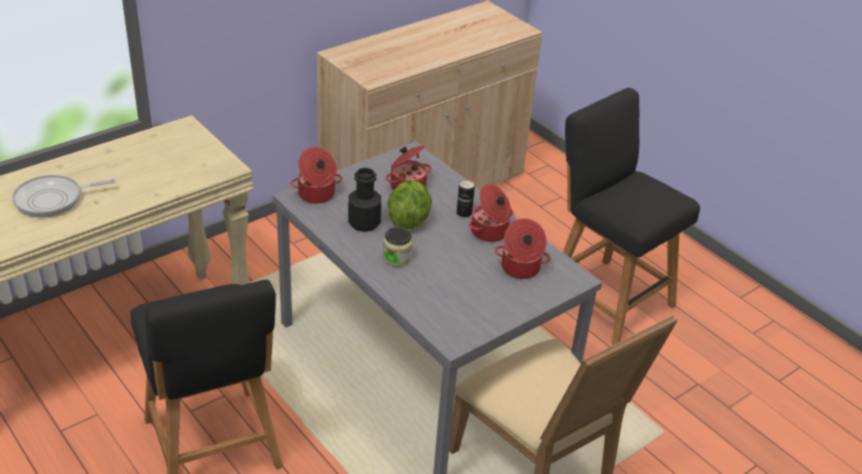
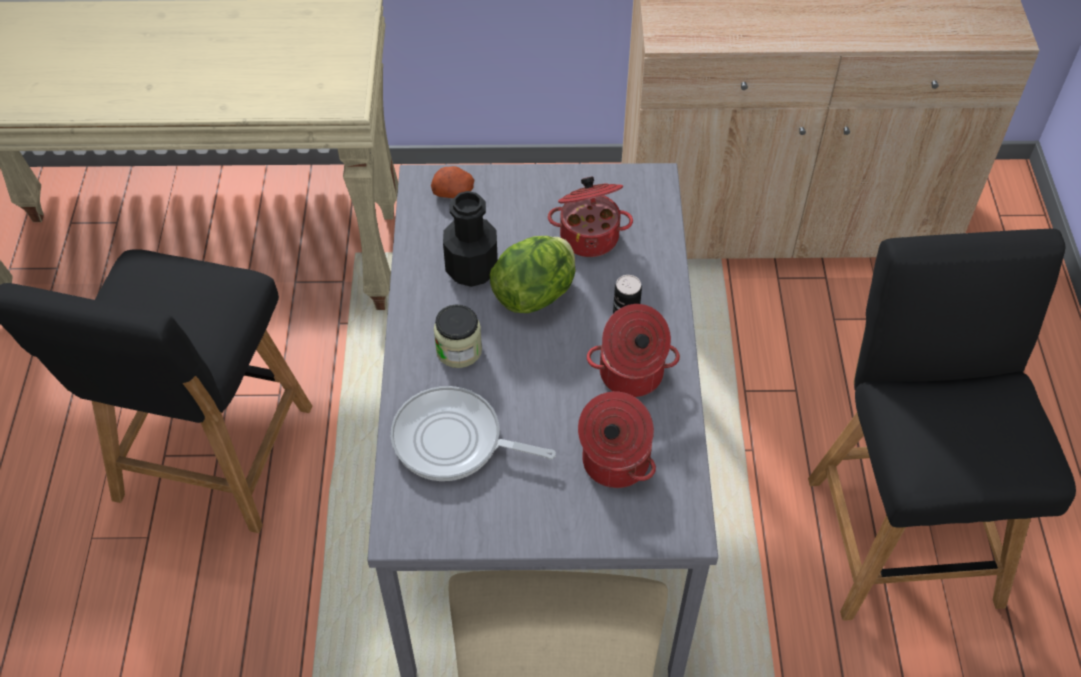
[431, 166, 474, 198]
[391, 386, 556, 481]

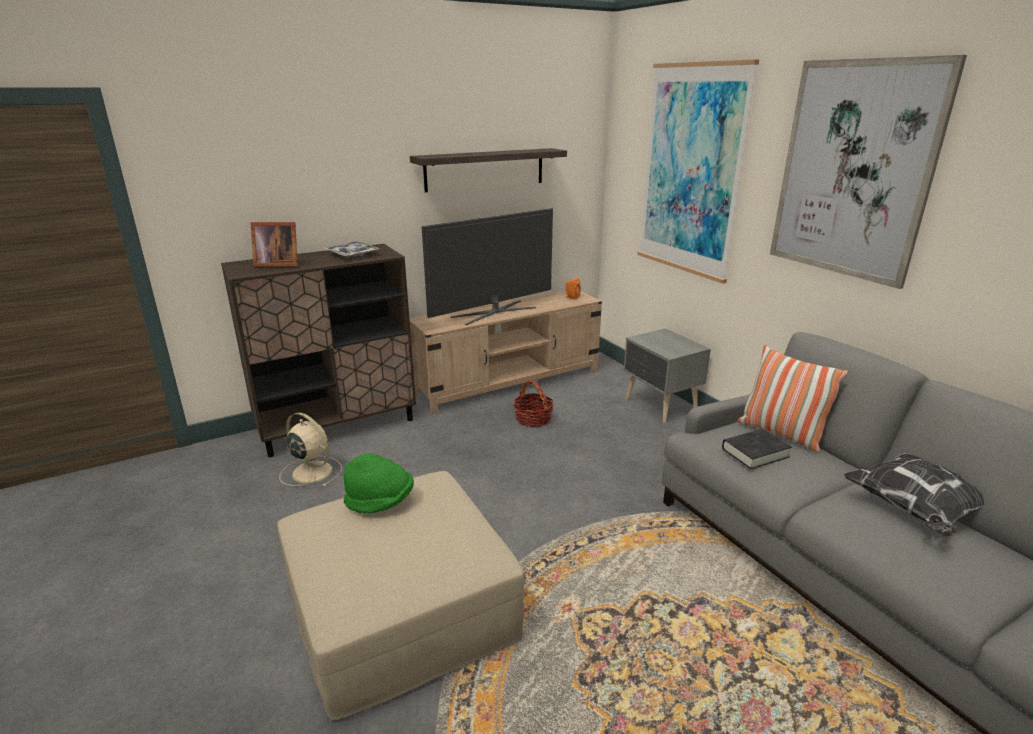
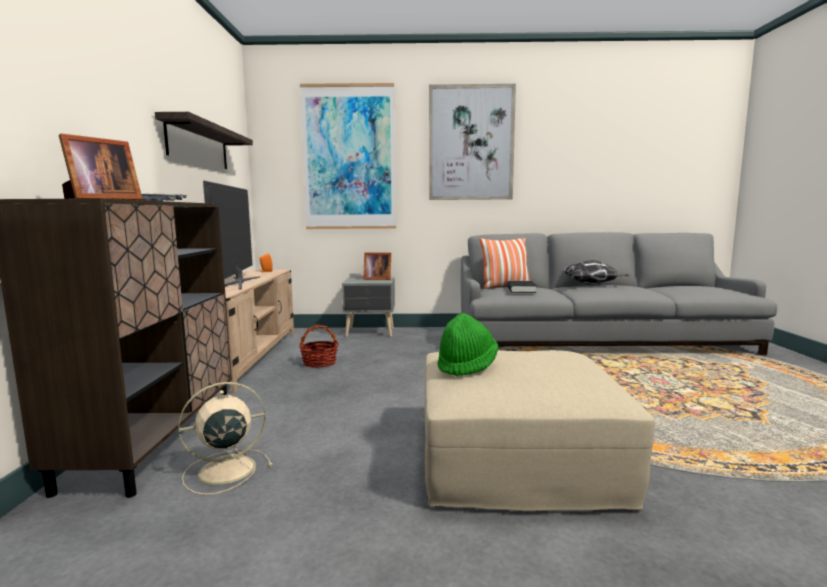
[363, 252, 391, 280]

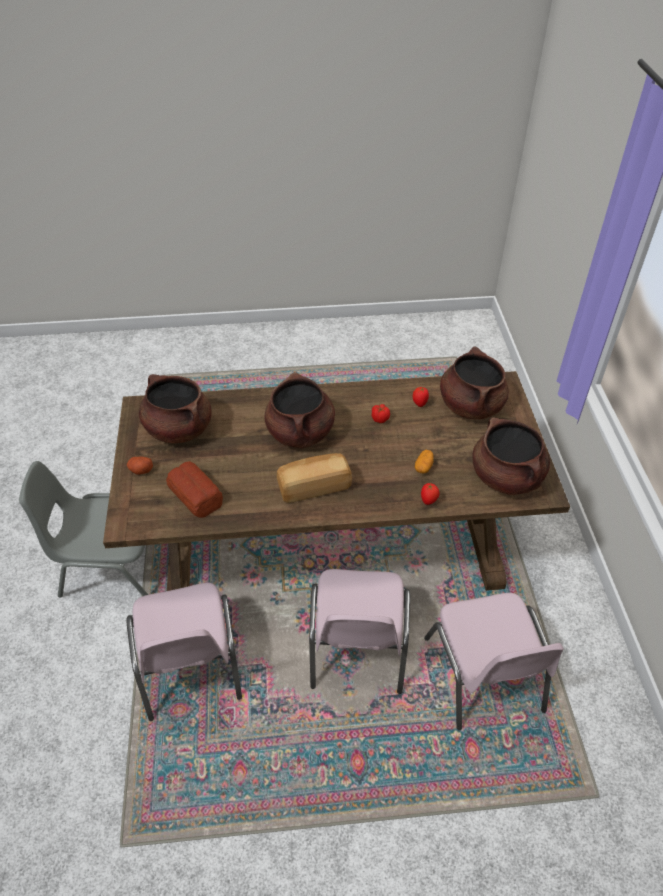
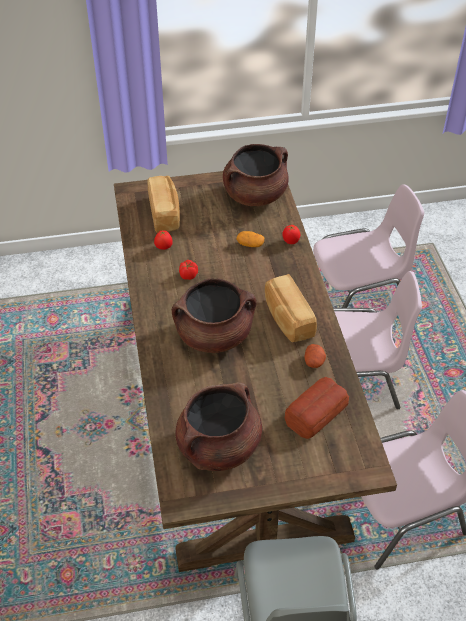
[147, 176, 180, 233]
[304, 344, 326, 368]

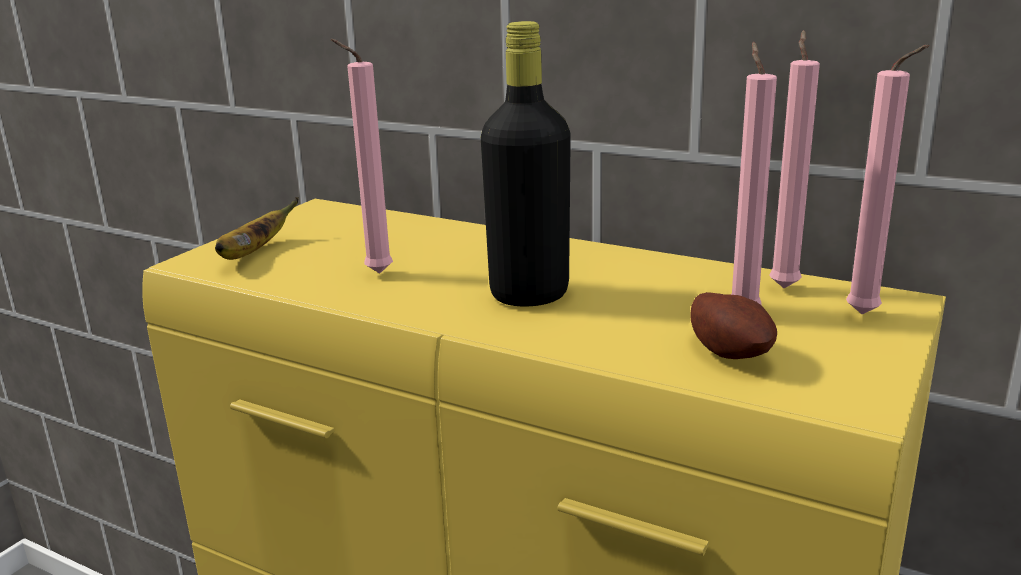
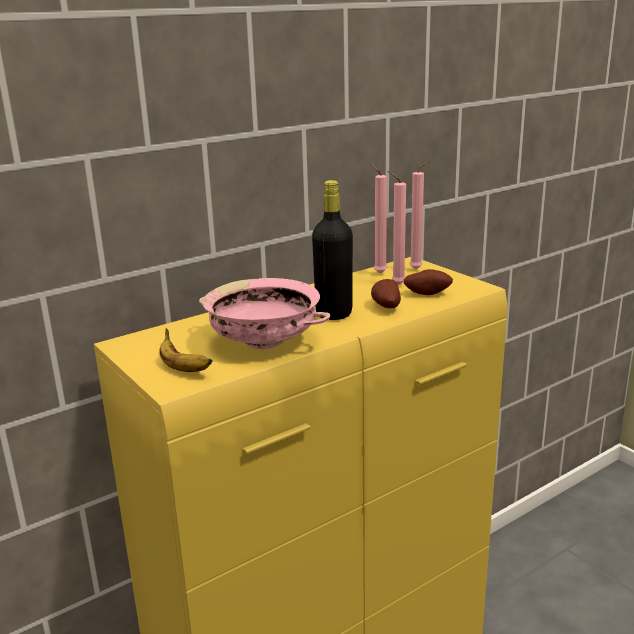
[199, 278, 330, 349]
[371, 279, 401, 308]

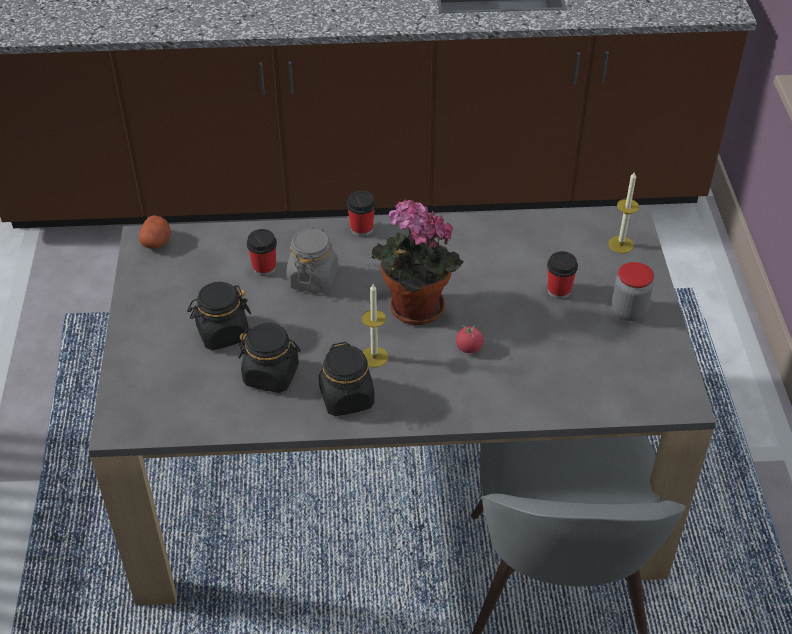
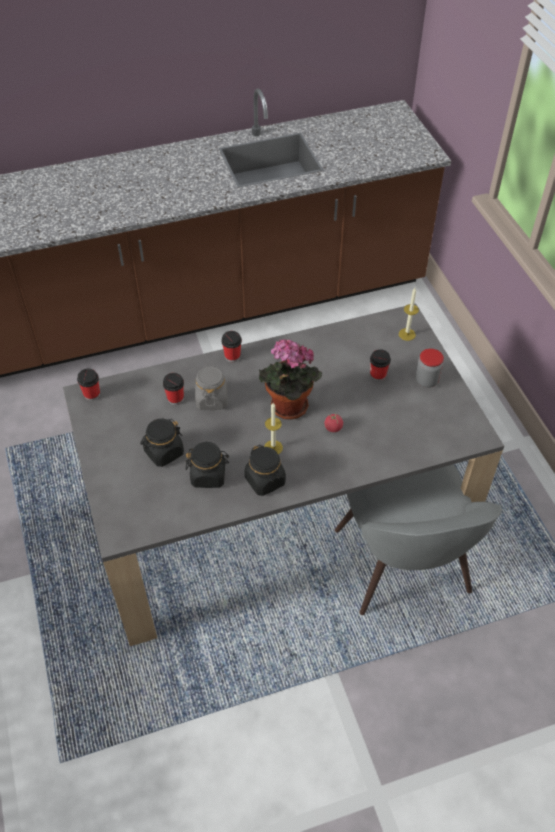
[77, 369, 100, 401]

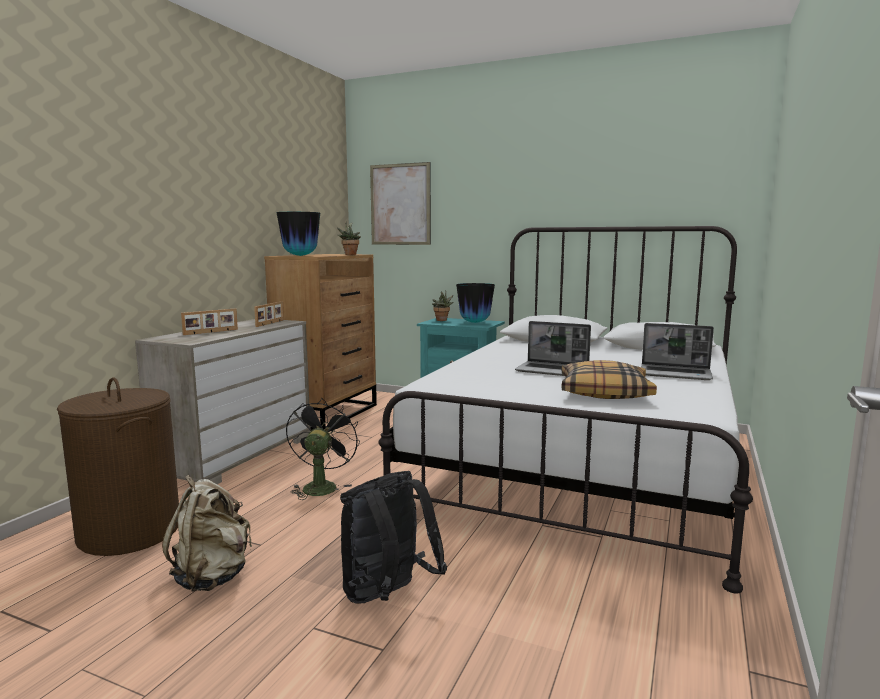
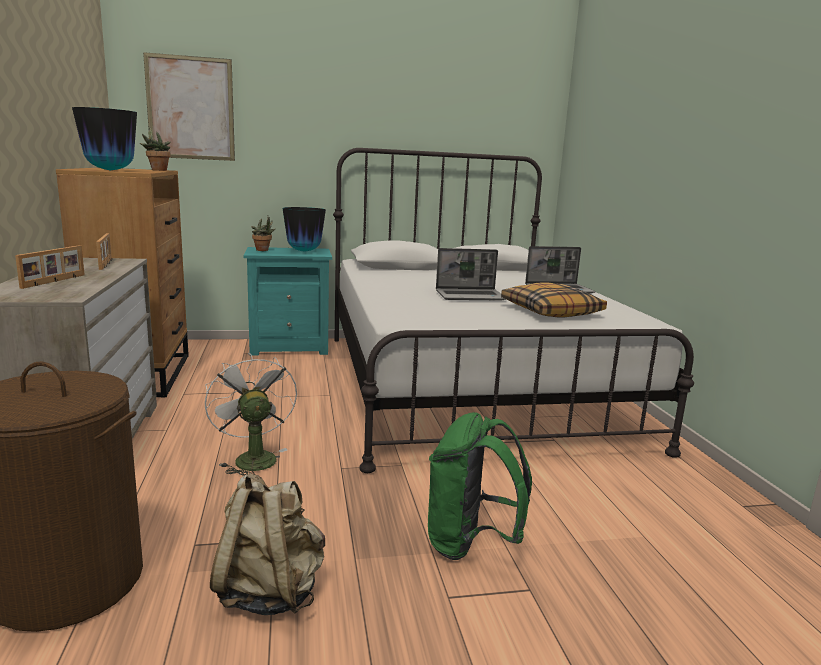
[205, 353, 297, 476]
[428, 412, 532, 560]

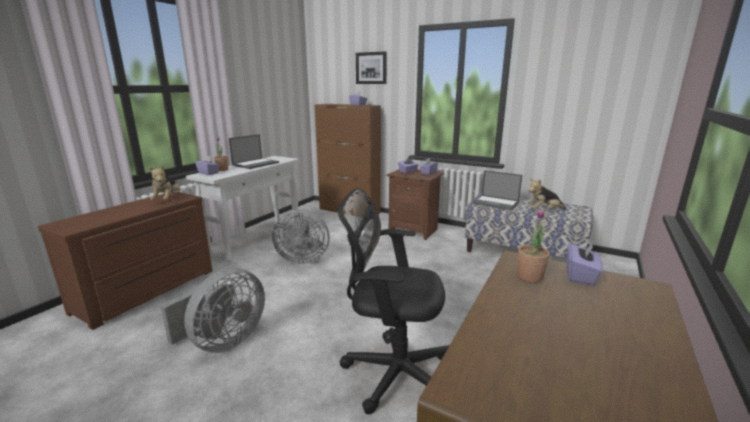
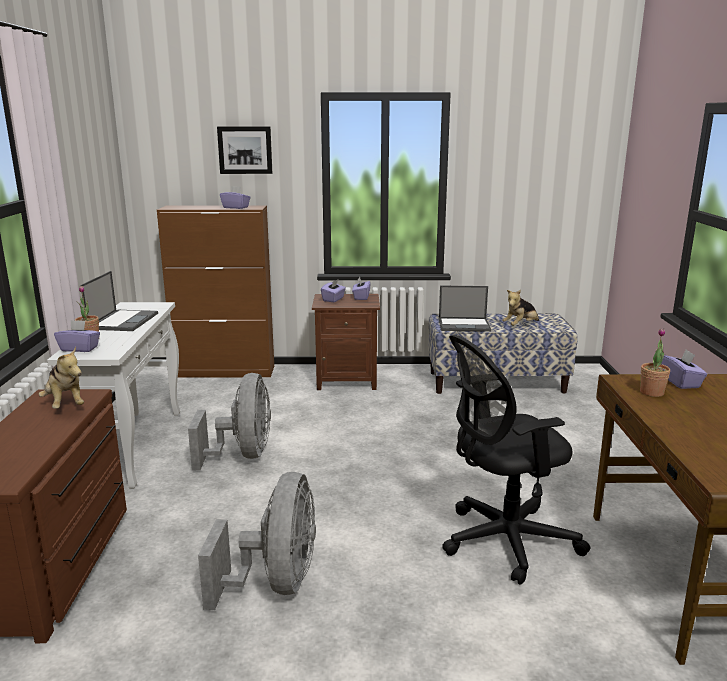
[188, 373, 271, 470]

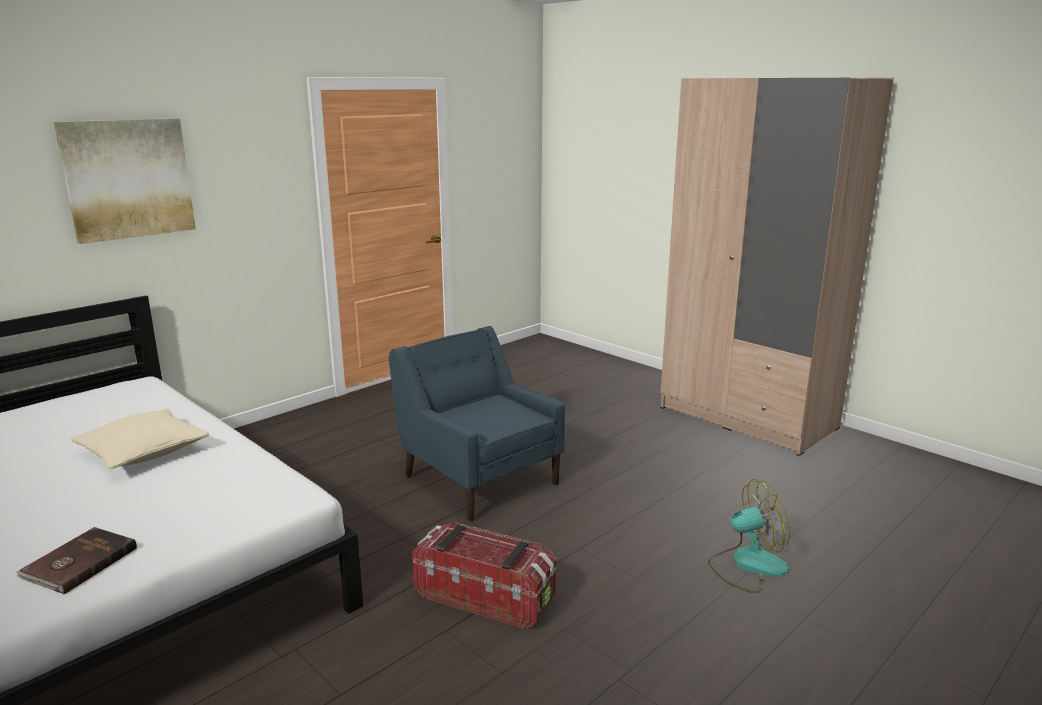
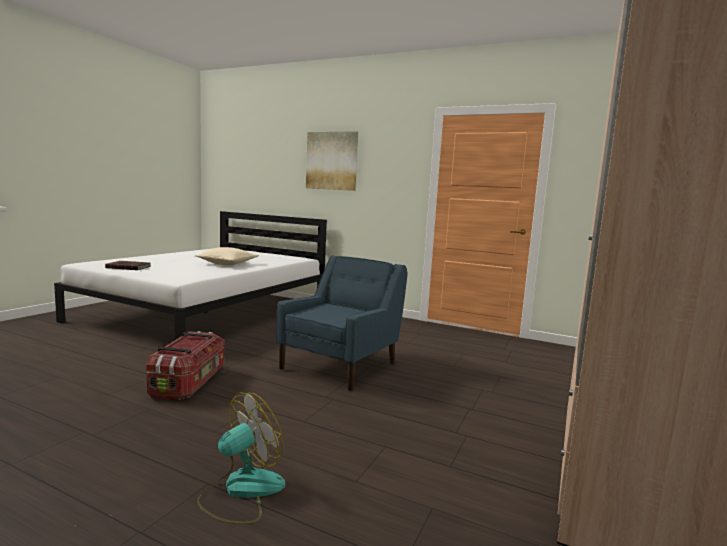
[197, 392, 285, 524]

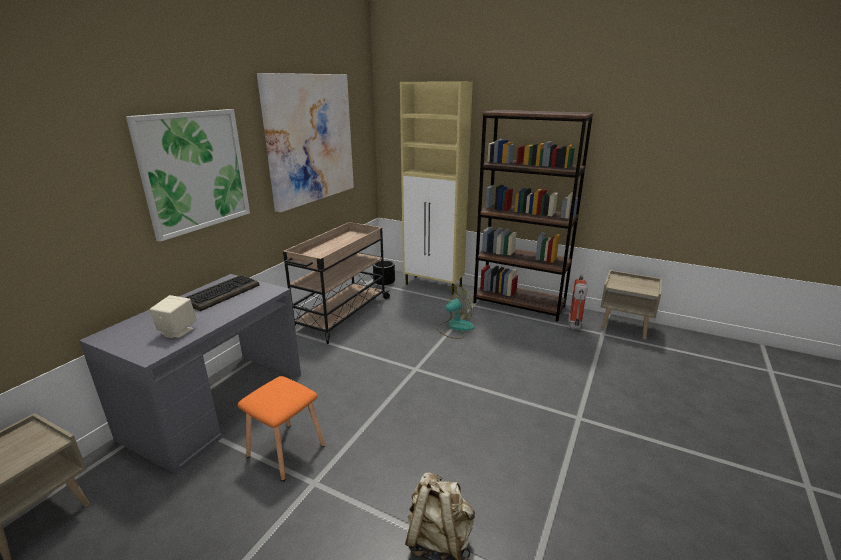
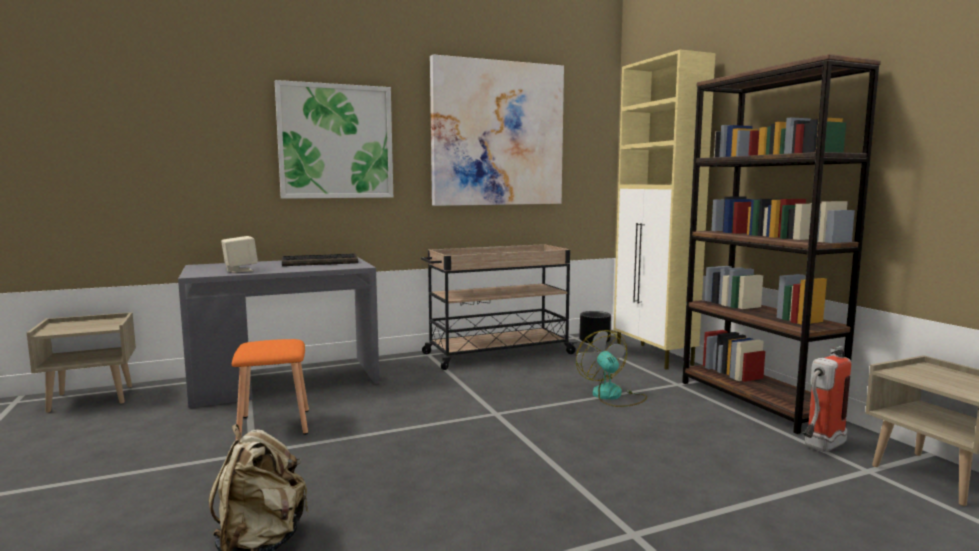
[576, 330, 647, 407]

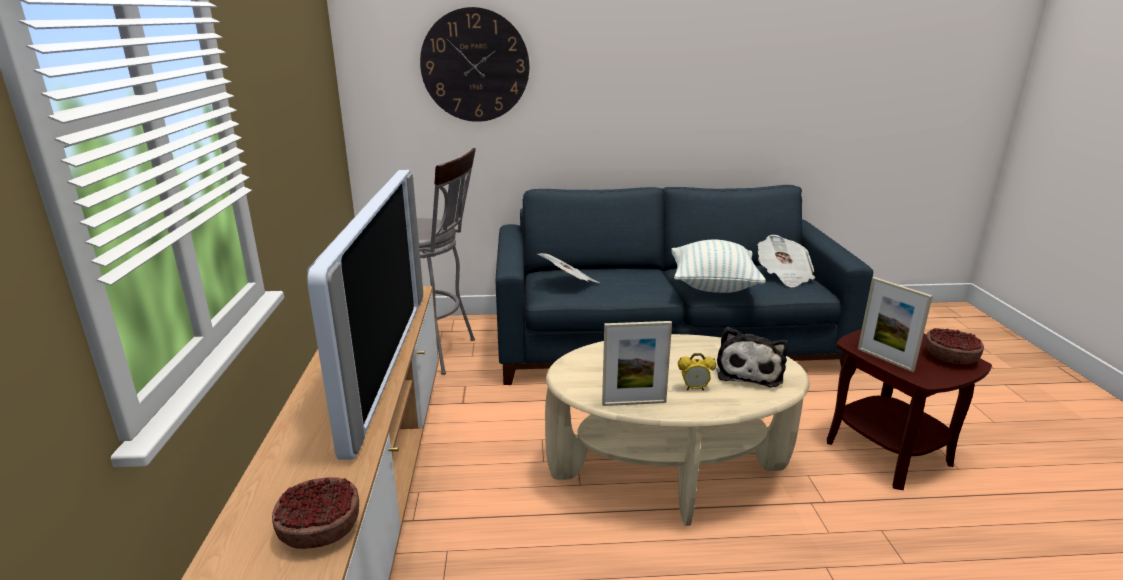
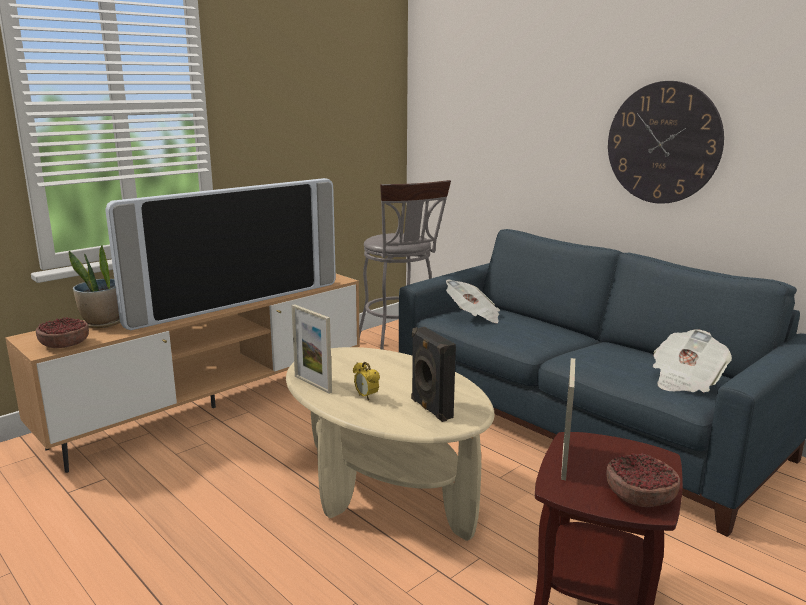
[608, 81, 724, 204]
[671, 240, 766, 293] (first image)
[411, 327, 456, 422]
[69, 244, 120, 328]

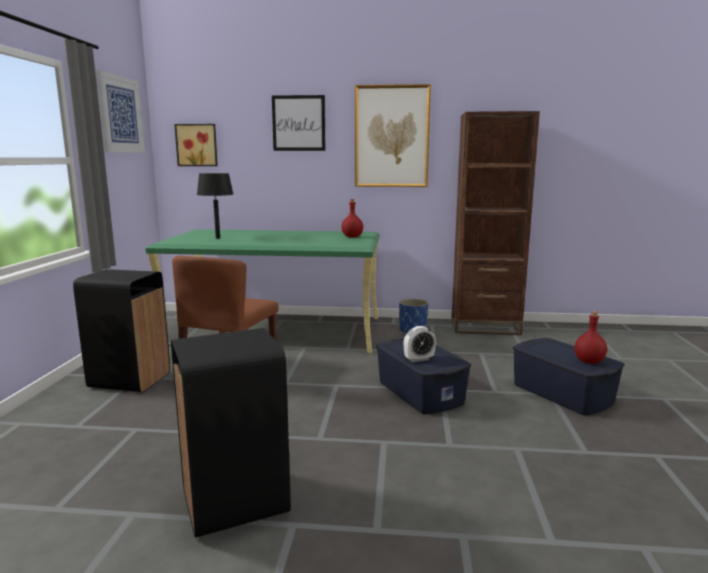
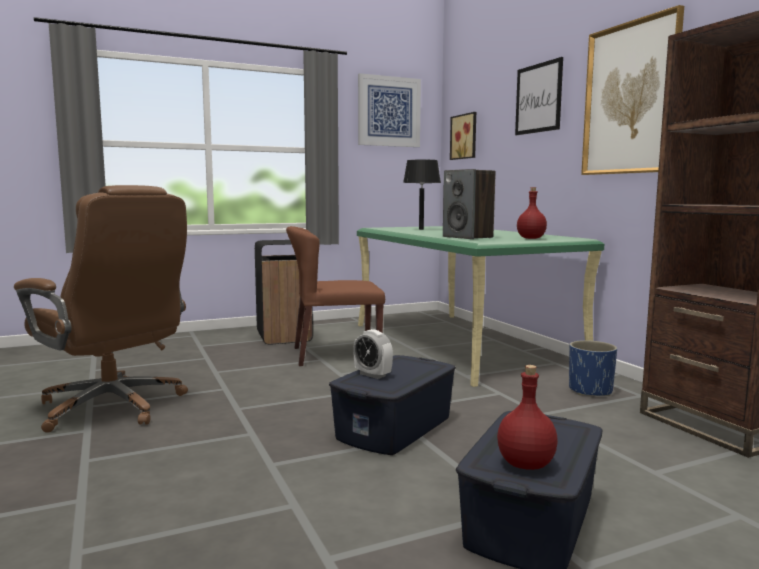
[14, 185, 188, 433]
[443, 169, 496, 239]

